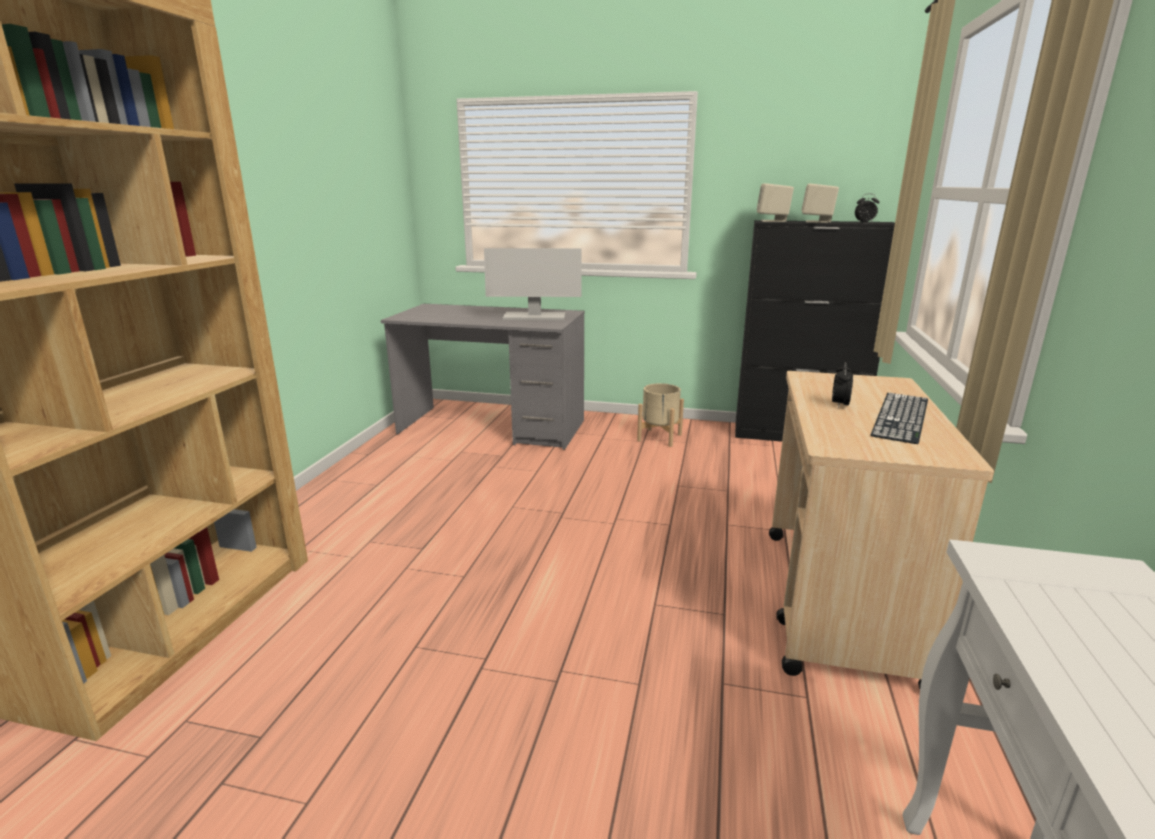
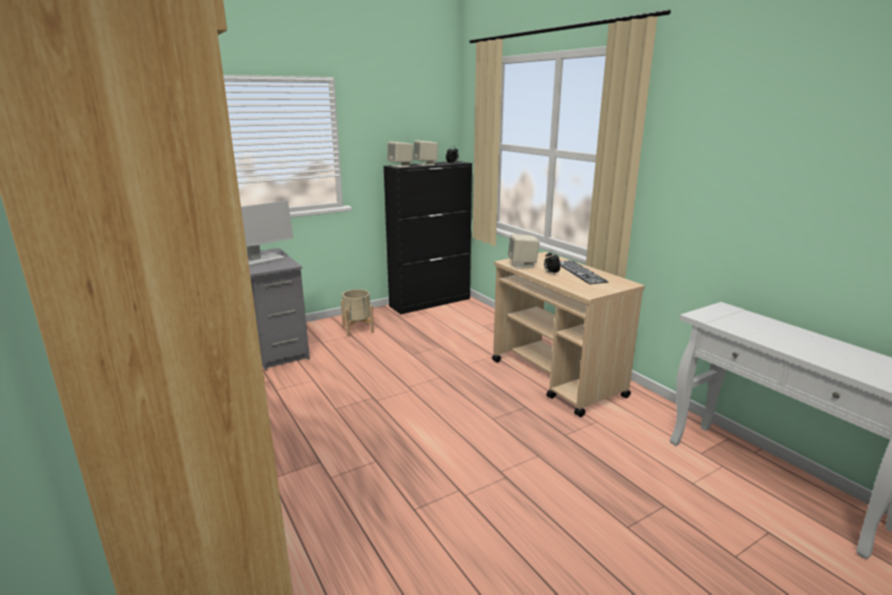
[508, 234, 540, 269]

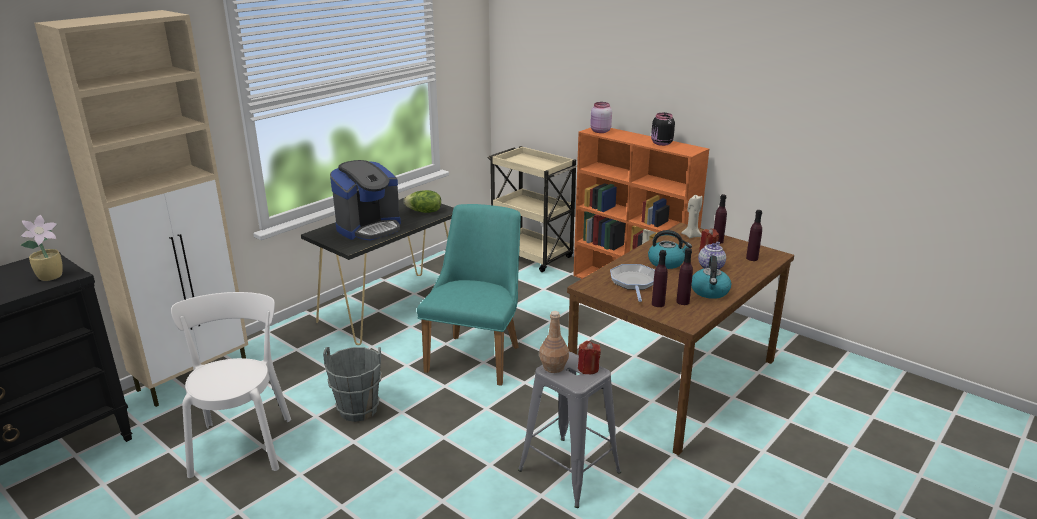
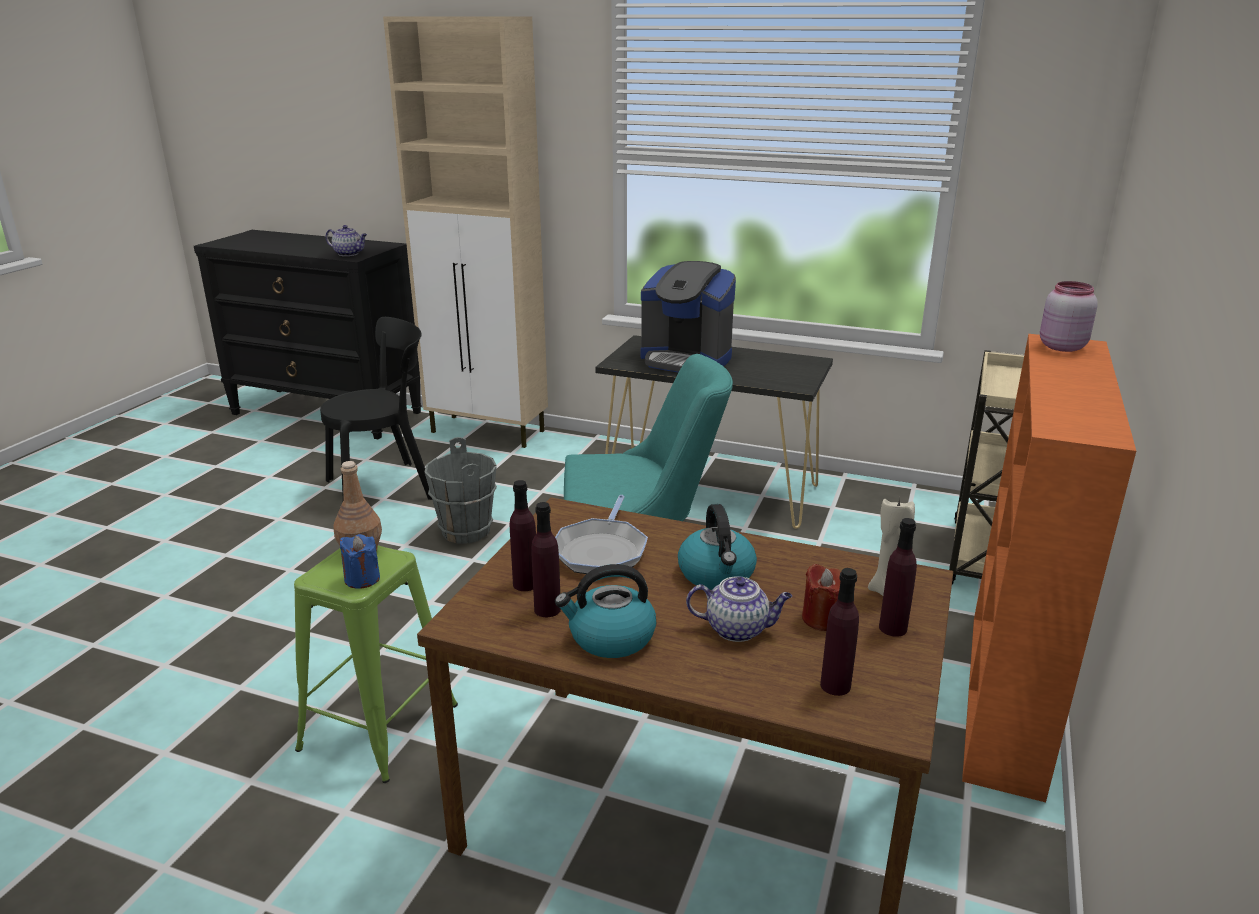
[651, 113, 675, 146] (first image)
[403, 190, 441, 213] (first image)
[326, 225, 367, 256]
[555, 495, 648, 574]
[320, 317, 432, 500]
[340, 534, 380, 589]
[294, 545, 458, 783]

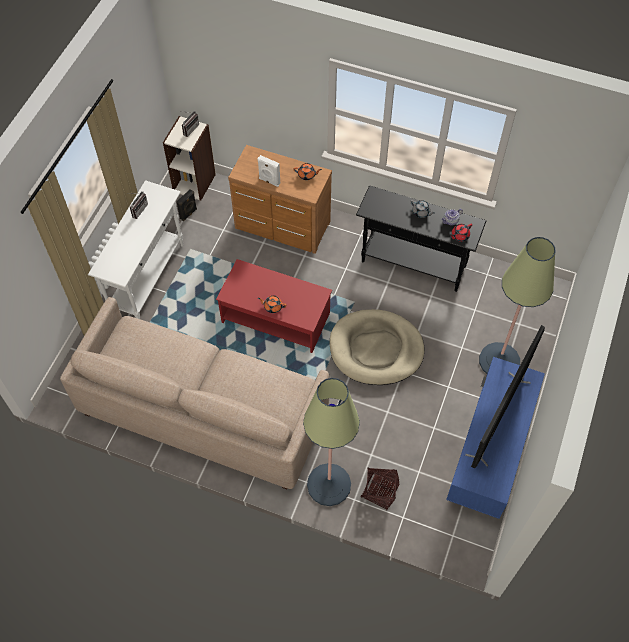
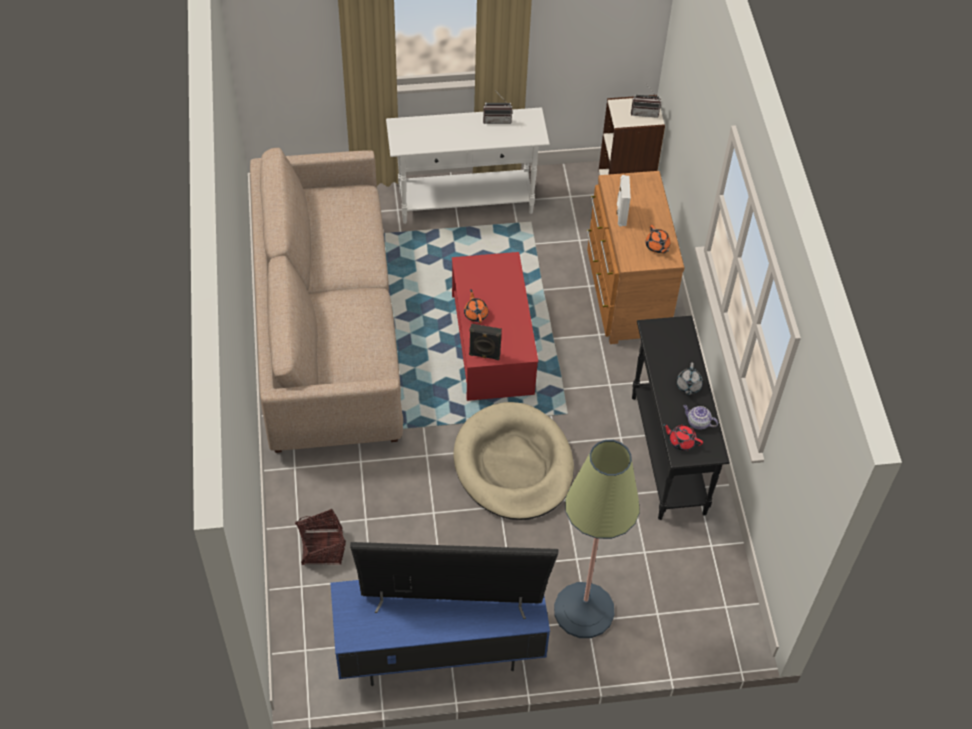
[469, 324, 502, 360]
[303, 378, 360, 506] (first image)

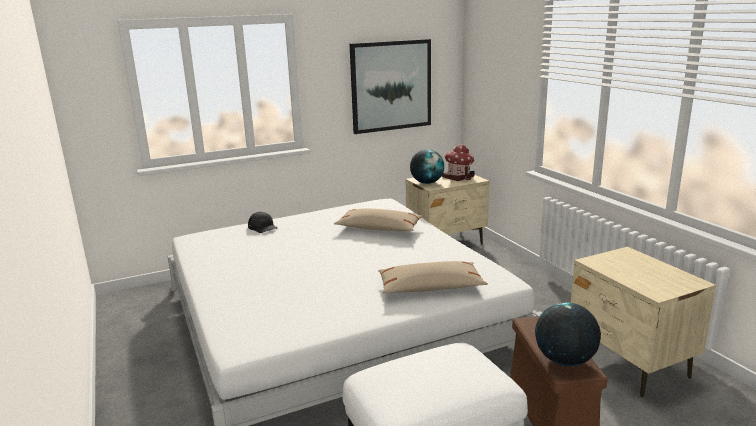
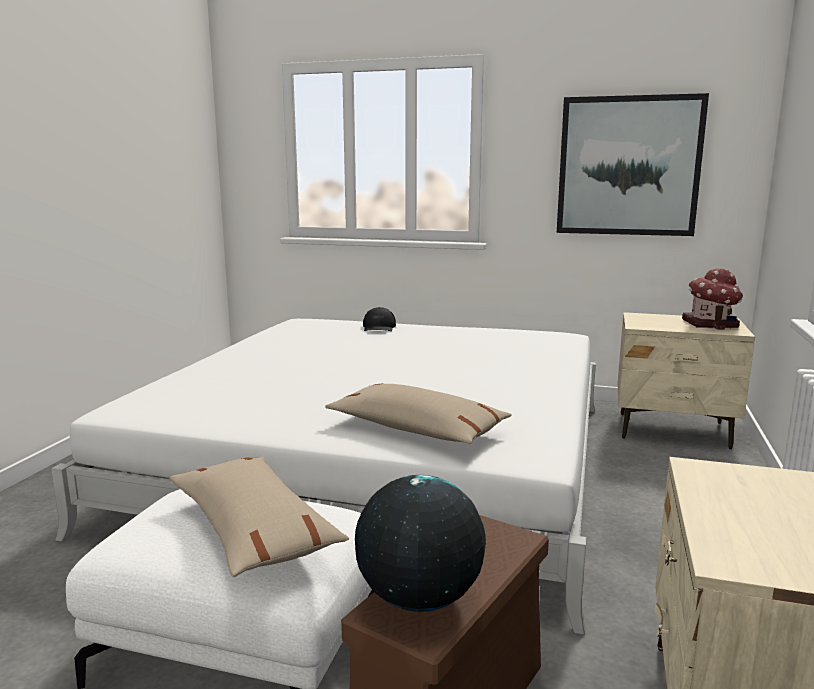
[410, 149, 444, 184] (first image)
[169, 457, 349, 577]

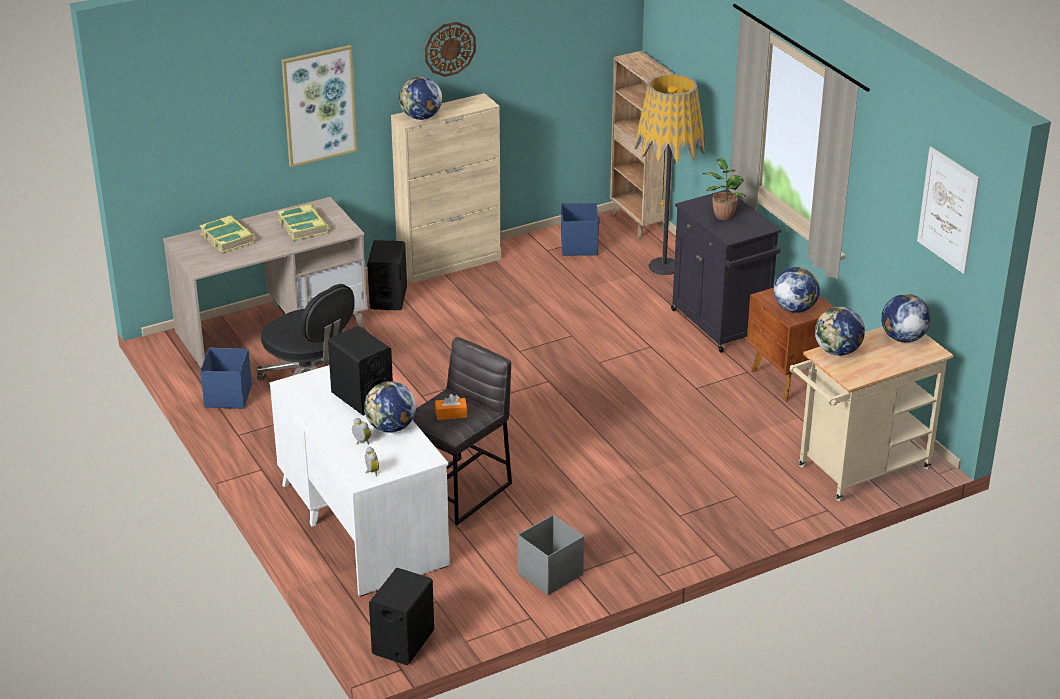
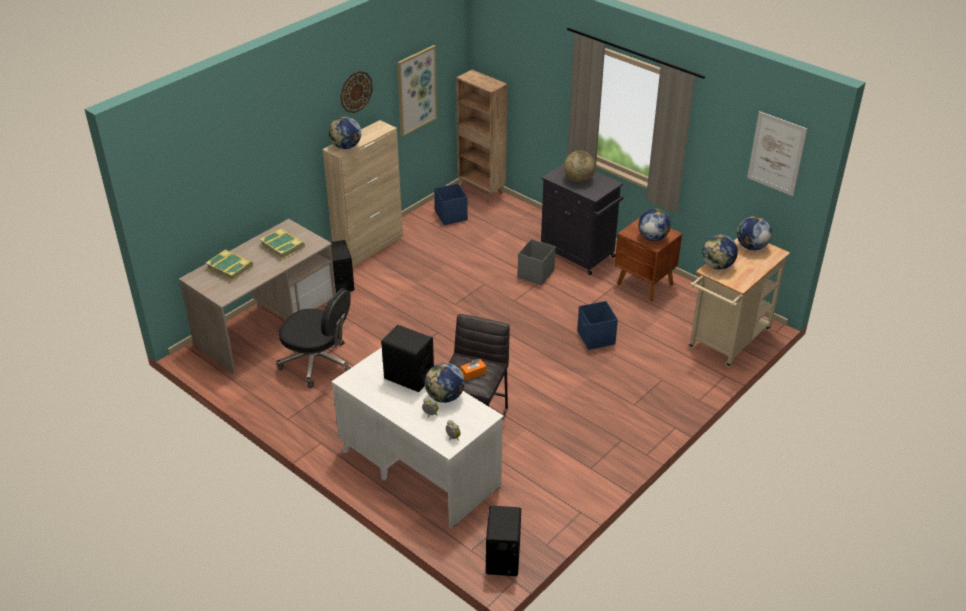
[397, 45, 437, 137]
[634, 74, 706, 275] (first image)
[564, 151, 595, 182]
[577, 301, 618, 350]
[518, 239, 555, 286]

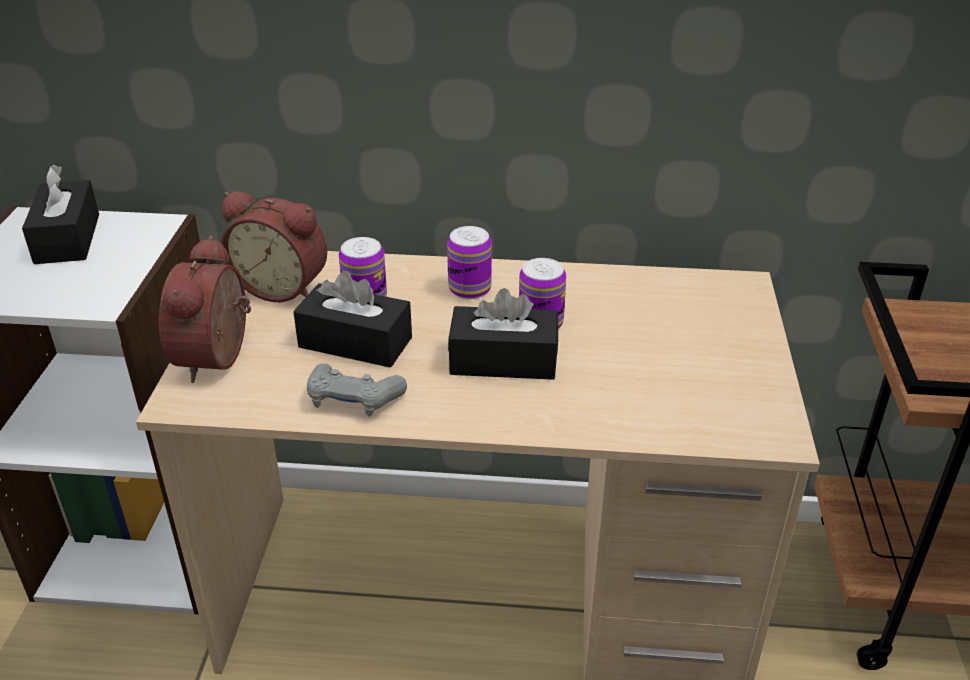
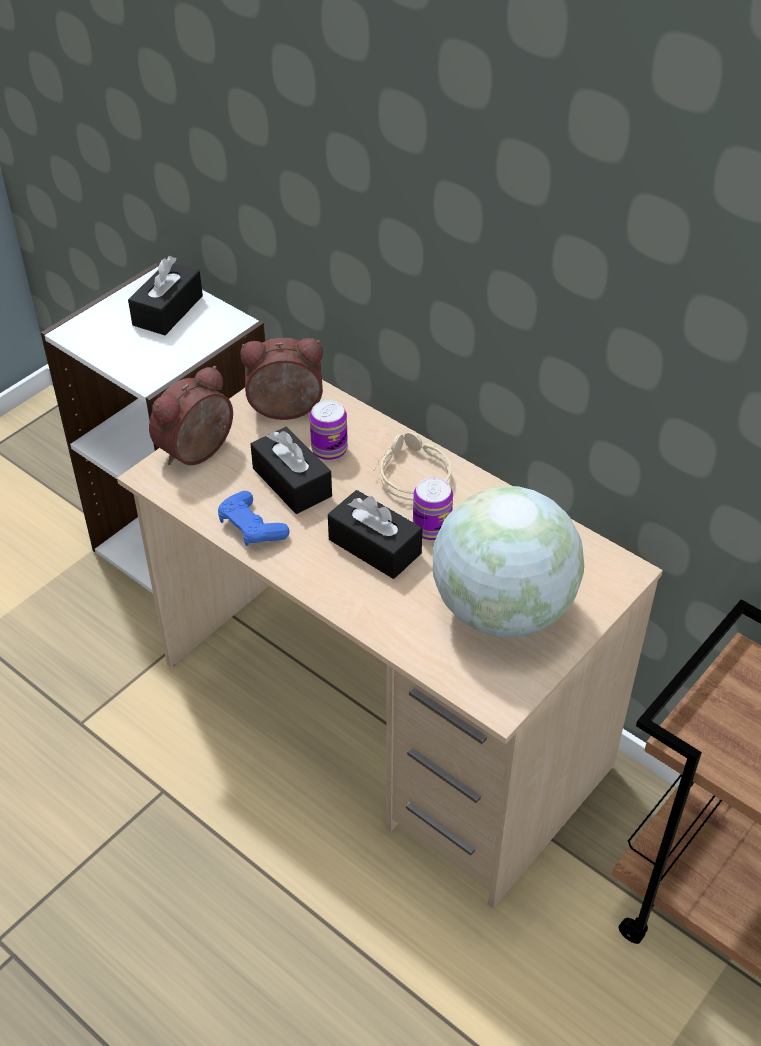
[240, 338, 323, 420]
[373, 432, 452, 501]
[218, 491, 289, 546]
[433, 486, 584, 637]

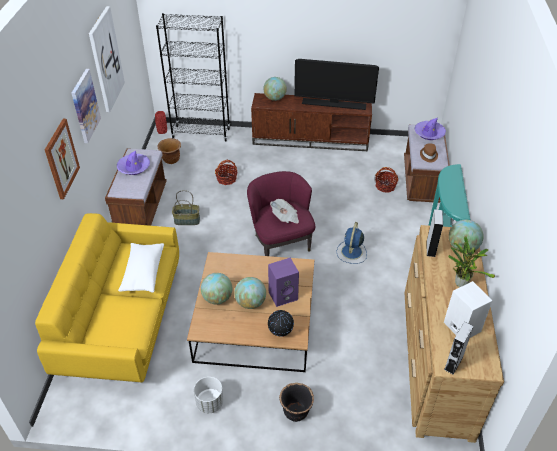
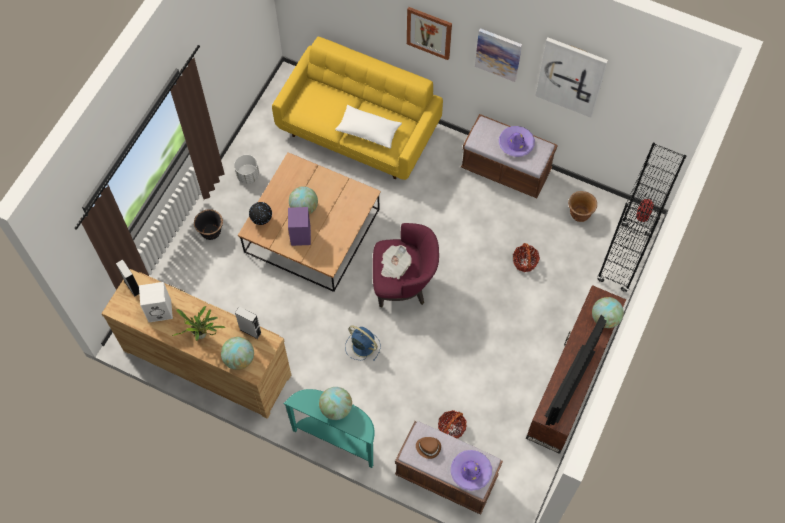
[172, 190, 200, 225] (first image)
[319, 387, 352, 420]

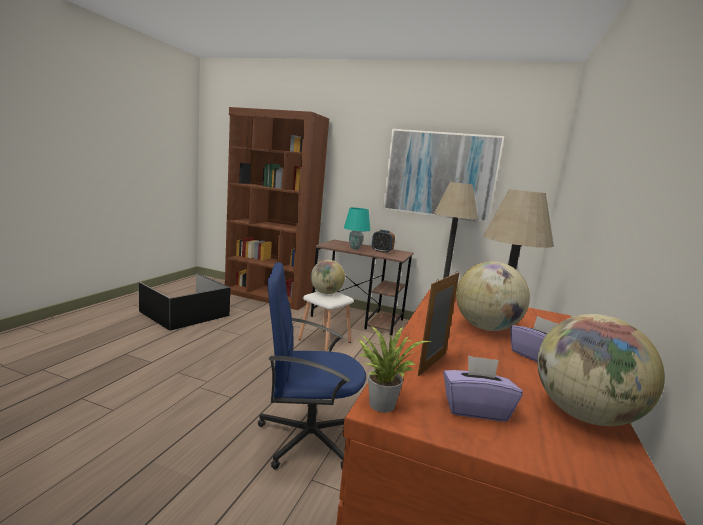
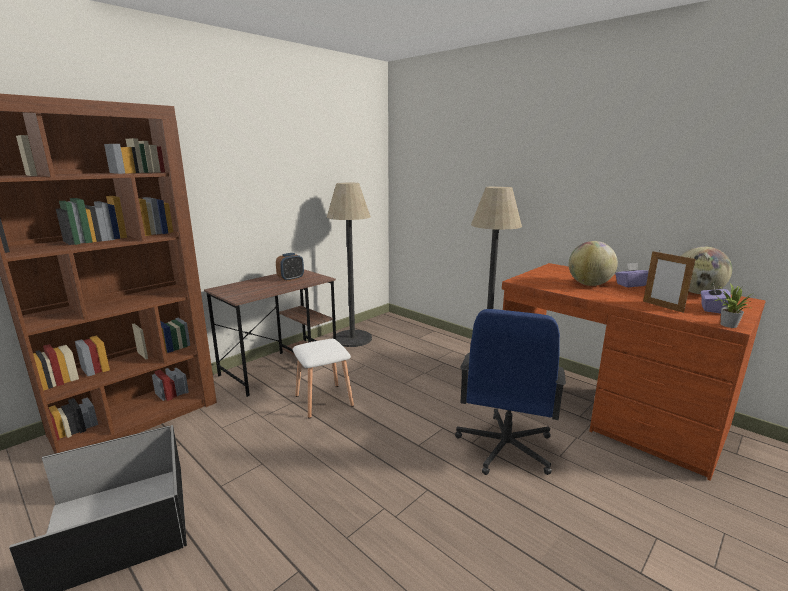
[383, 129, 504, 223] (first image)
[344, 208, 370, 249] (first image)
[311, 260, 345, 294] (first image)

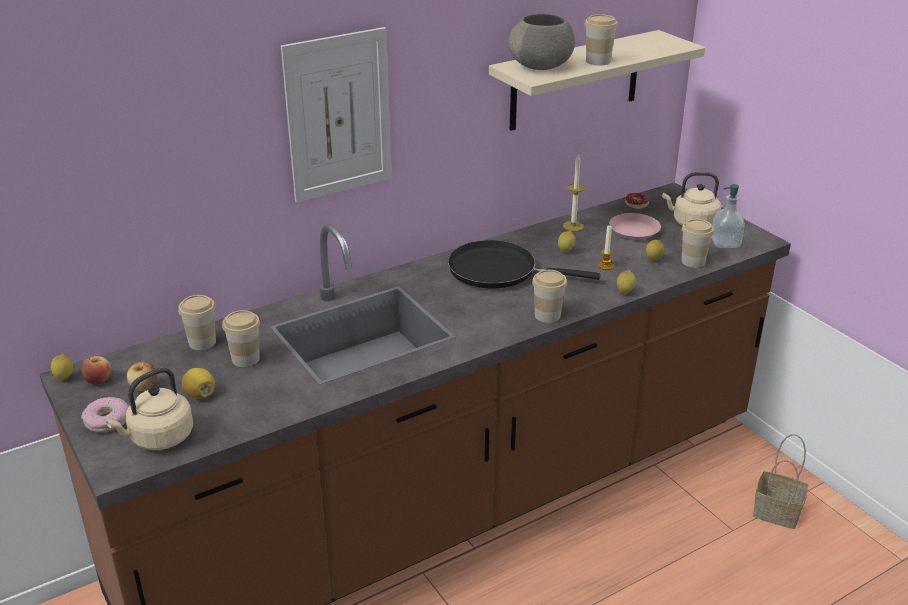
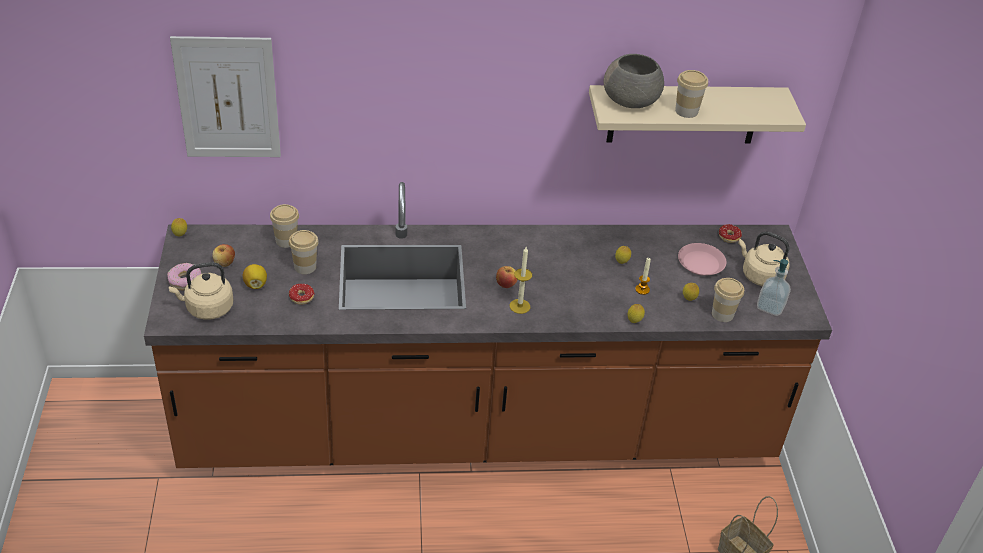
[170, 36, 281, 157]
[510, 247, 532, 314]
[448, 240, 600, 288] (first image)
[532, 270, 567, 323] (first image)
[496, 266, 518, 288]
[289, 284, 314, 305]

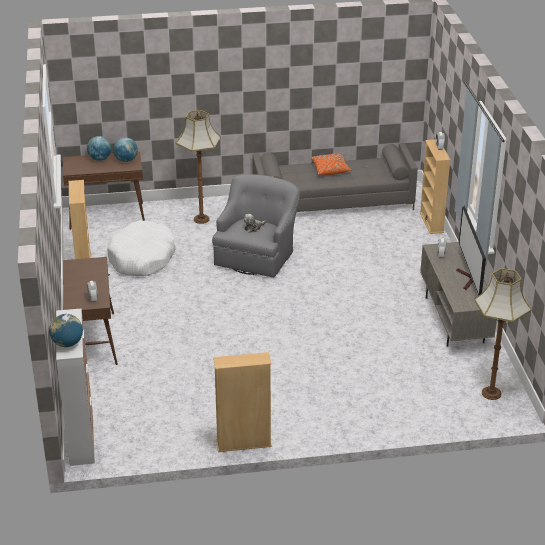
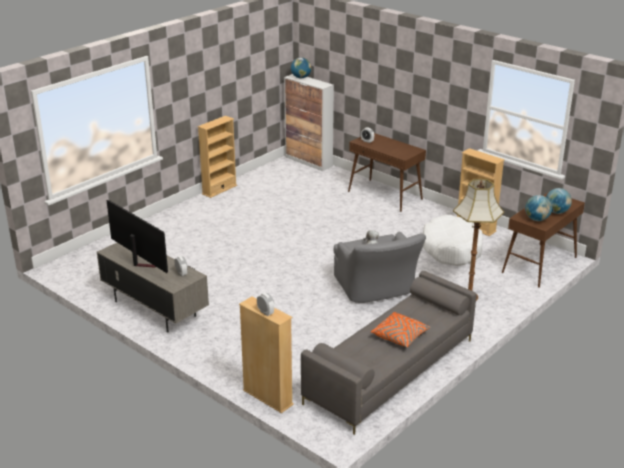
[474, 268, 532, 400] (first image)

